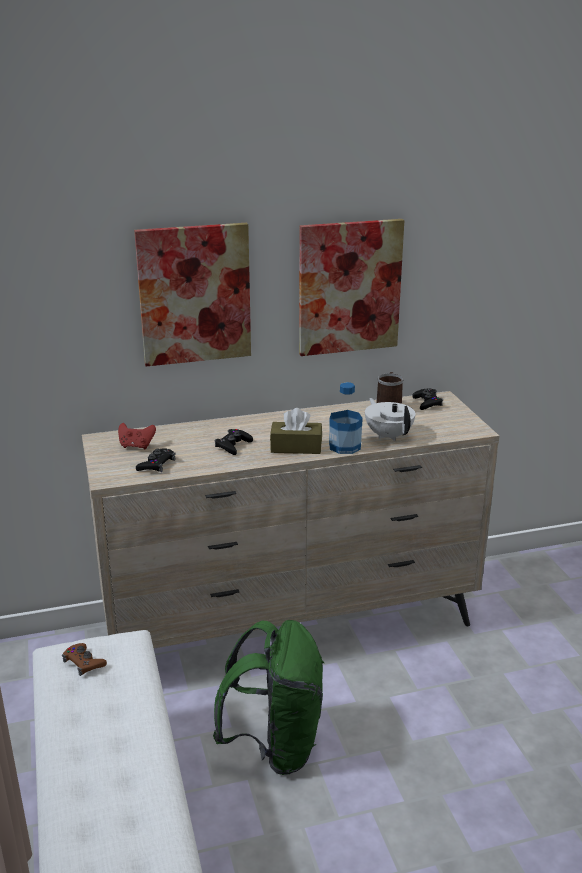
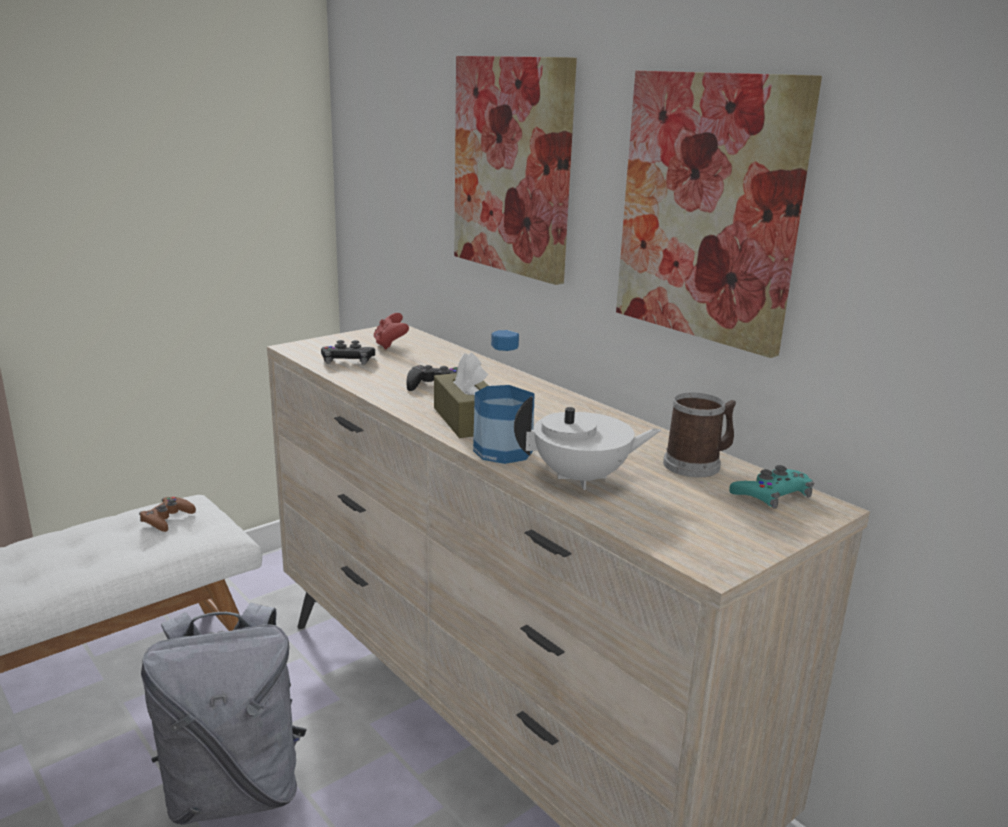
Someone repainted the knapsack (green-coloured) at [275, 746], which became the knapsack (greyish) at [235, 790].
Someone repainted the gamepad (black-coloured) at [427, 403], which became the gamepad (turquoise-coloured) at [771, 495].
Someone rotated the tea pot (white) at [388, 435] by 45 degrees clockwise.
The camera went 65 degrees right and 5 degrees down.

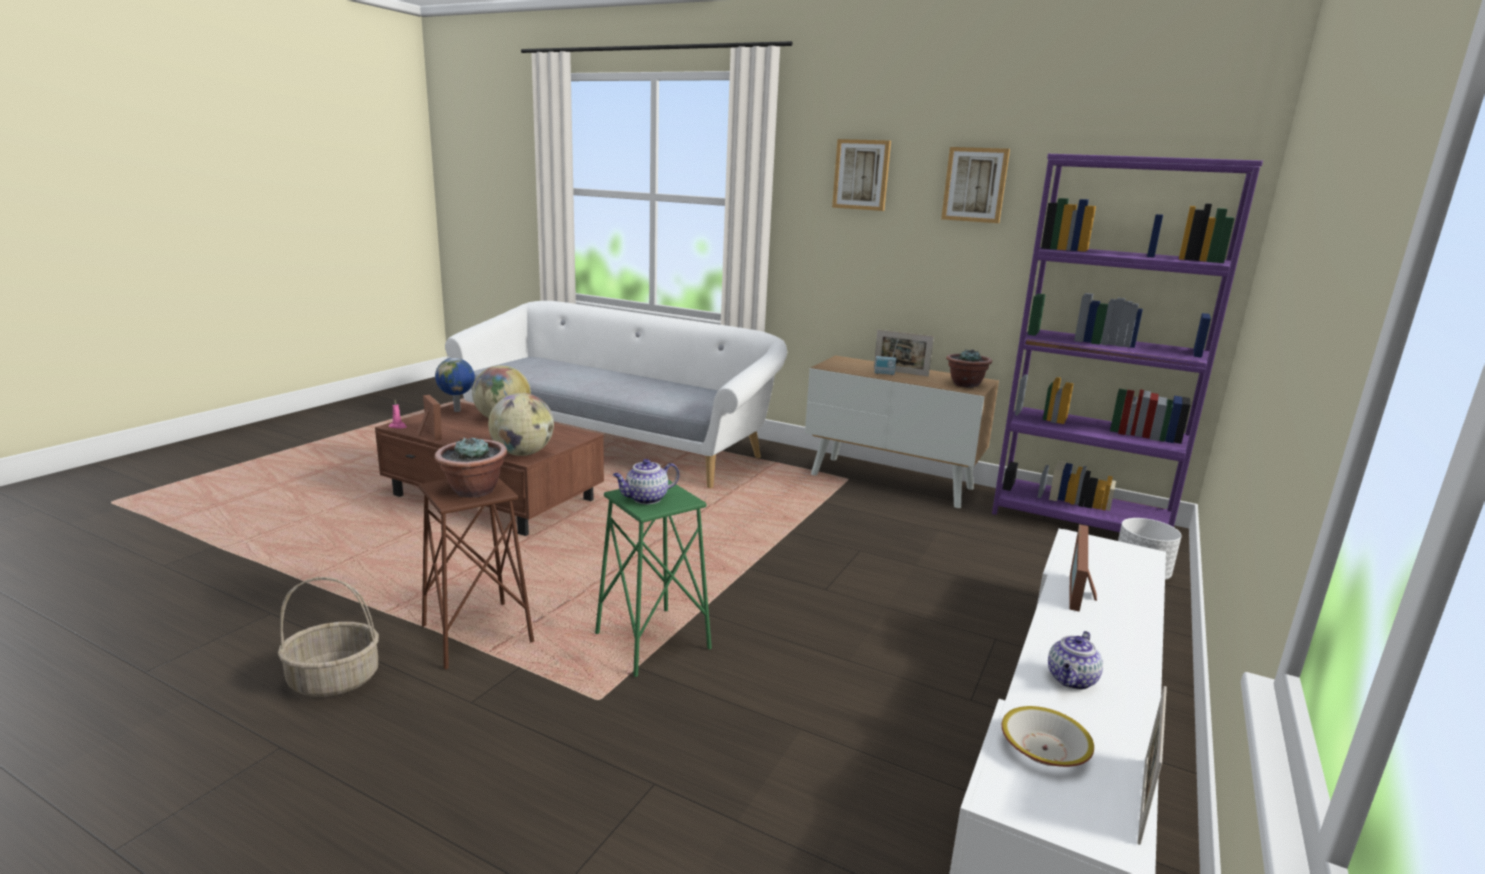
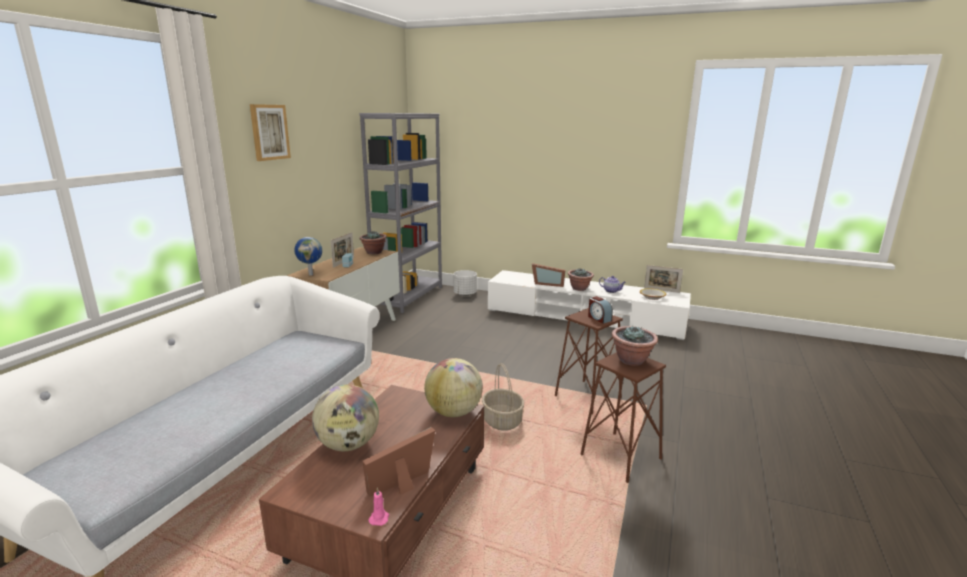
Someone took away the wall art at [975, 185].
Someone put down the potted plant at [579, 288].
Someone carried the household basket from [333, 681] to [502, 421].
Someone carried the desk globe from [458, 411] to [311, 274].
Someone swapped the tea pot at [645, 499] for the table clock at [599, 318].
Someone repainted the stool seat (green-coloured) at [652, 641], which became the stool seat (brown-coloured) at [588, 397].
Someone repainted the shelving unit (purplish) at [1079, 520], which became the shelving unit (greyish) at [409, 297].
The camera went 95 degrees left and 0 degrees up.

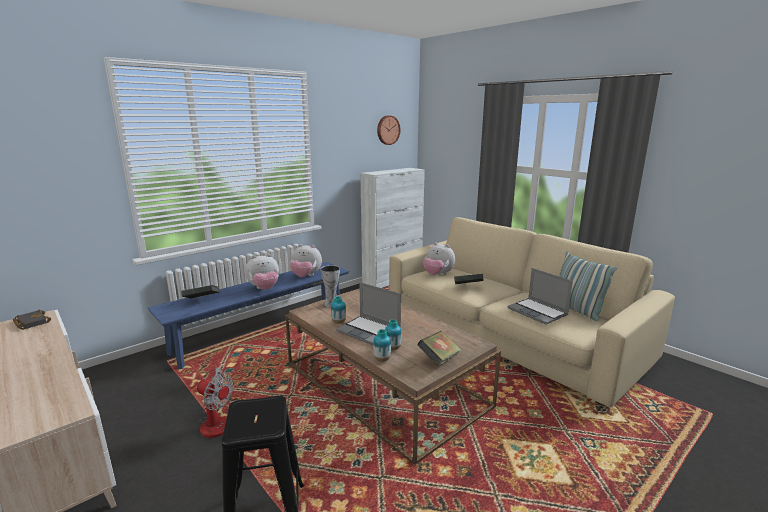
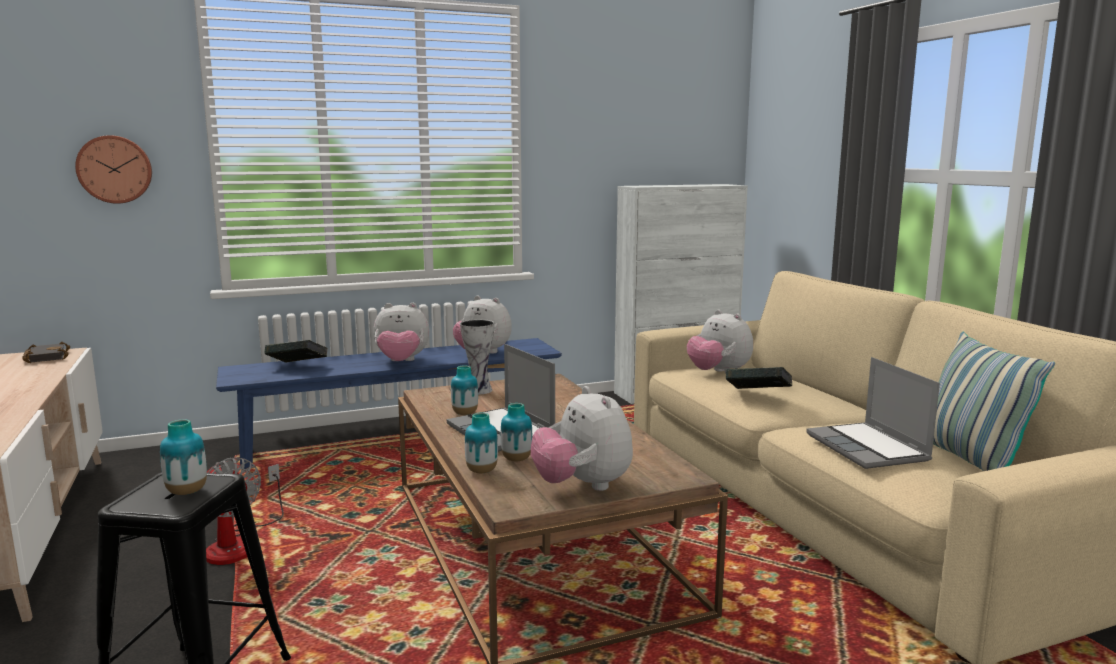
Someone put down the flower vase at [187, 492].
Someone carried the wall clock from [387, 130] to [115, 169].
Someone swapped the bound book at [439, 359] for the plush toy at [582, 486].
The camera went 20 degrees right and 5 degrees down.

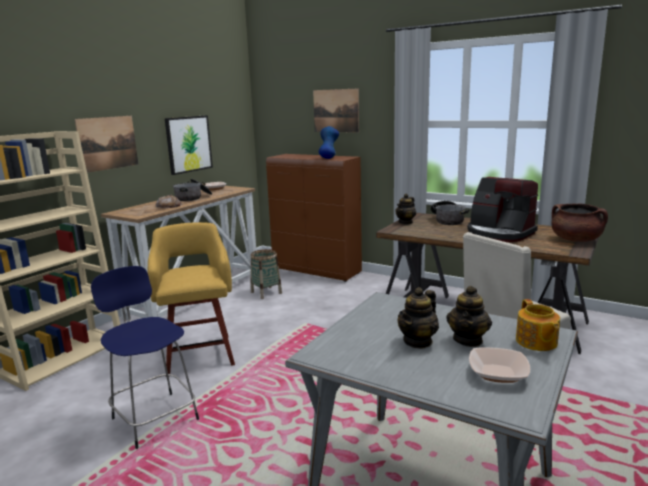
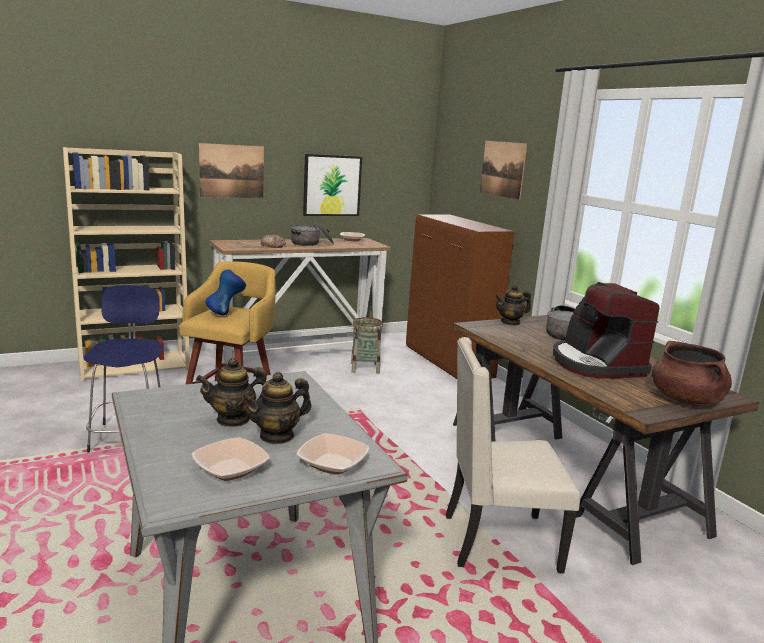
Someone carried the flower vase (bluish) from [328, 158] to [226, 314].
Someone swapped the tea pot at [536, 342] for the serving bowl at [332, 464].
The camera went 30 degrees right and 0 degrees up.

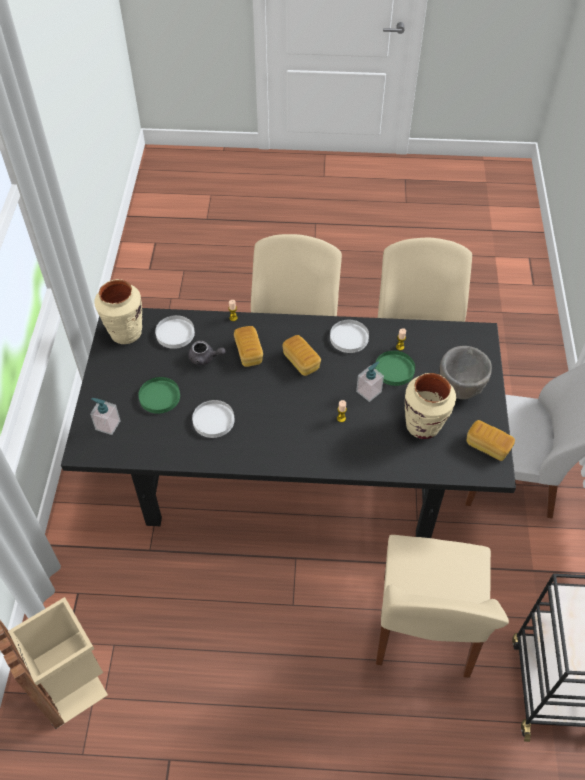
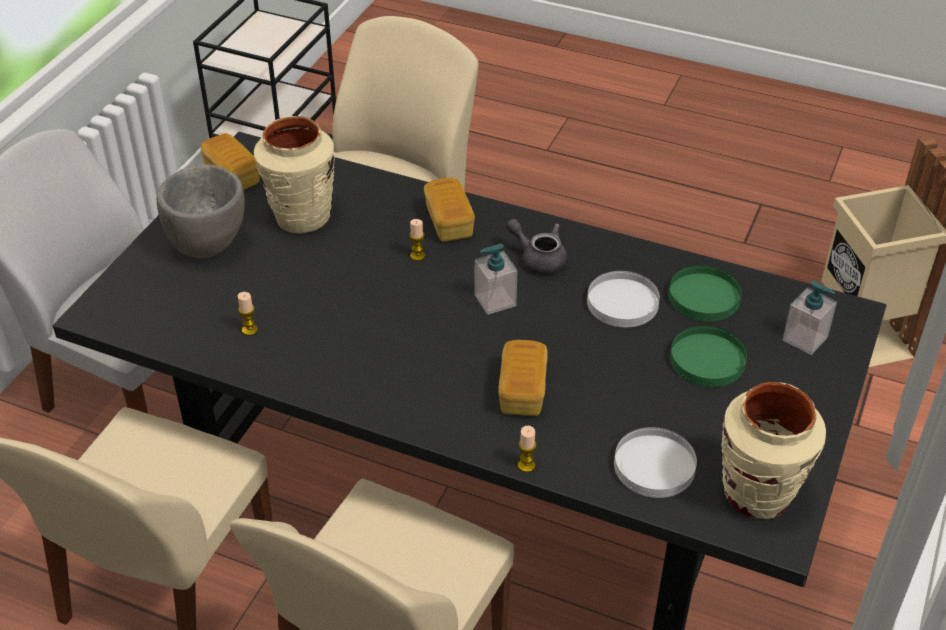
Someone took away the plate (white) at [349, 338].
Someone carried the tea pot (greyish) from [205, 358] to [539, 258].
Someone carried the bakery bread from [301, 361] to [449, 222].
Someone carried the liquid soap bottle from [369, 391] to [495, 300].
Someone carried the plate (green-coloured) from [394, 369] to [703, 297].
The camera went 160 degrees left and 10 degrees down.

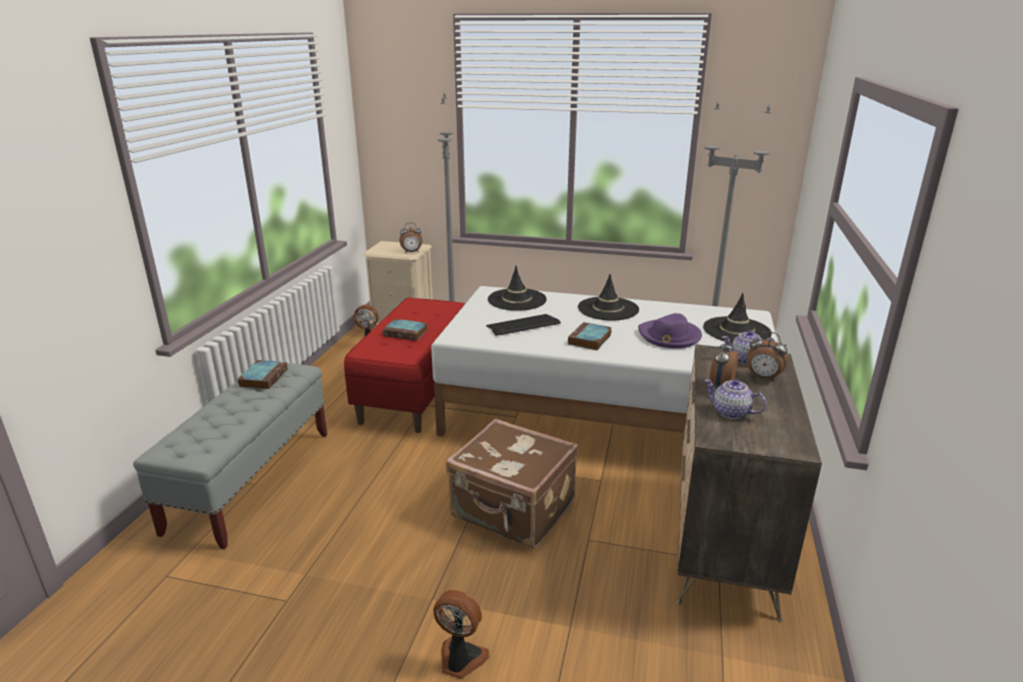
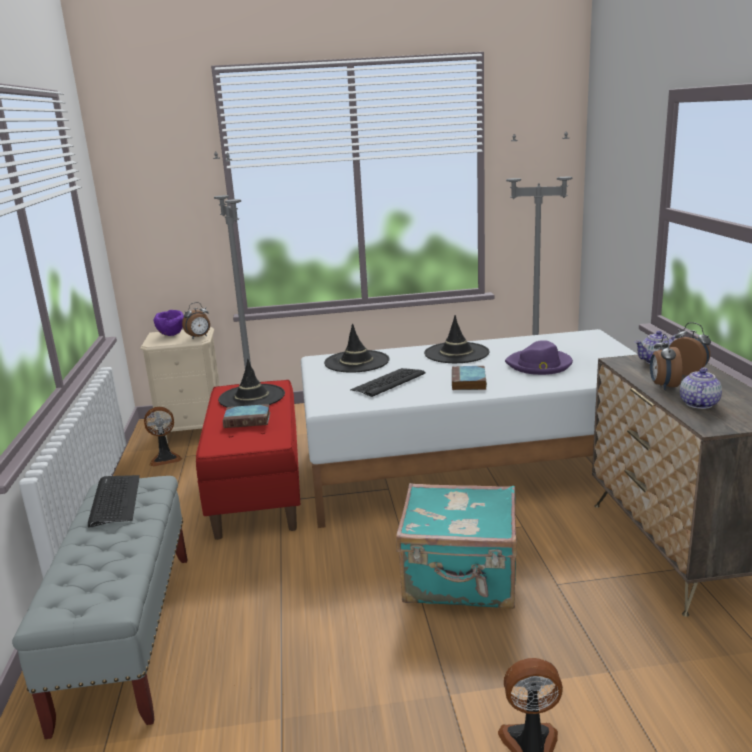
Someone put down the serving bowl (purplish) at [172, 335].
Someone carried the hat (black-coloured) from [736, 331] to [251, 397].
Someone swapped the bound book at [263, 377] for the keyboard at [114, 500].
Someone repainted the suitcase (brown-coloured) at [513, 511], which became the suitcase (turquoise-coloured) at [460, 579].
Someone rotated the tea pot at [731, 412] by 105 degrees clockwise.
Someone rotated the table clock at [762, 378] by 135 degrees counterclockwise.
The camera went 20 degrees left and 5 degrees down.

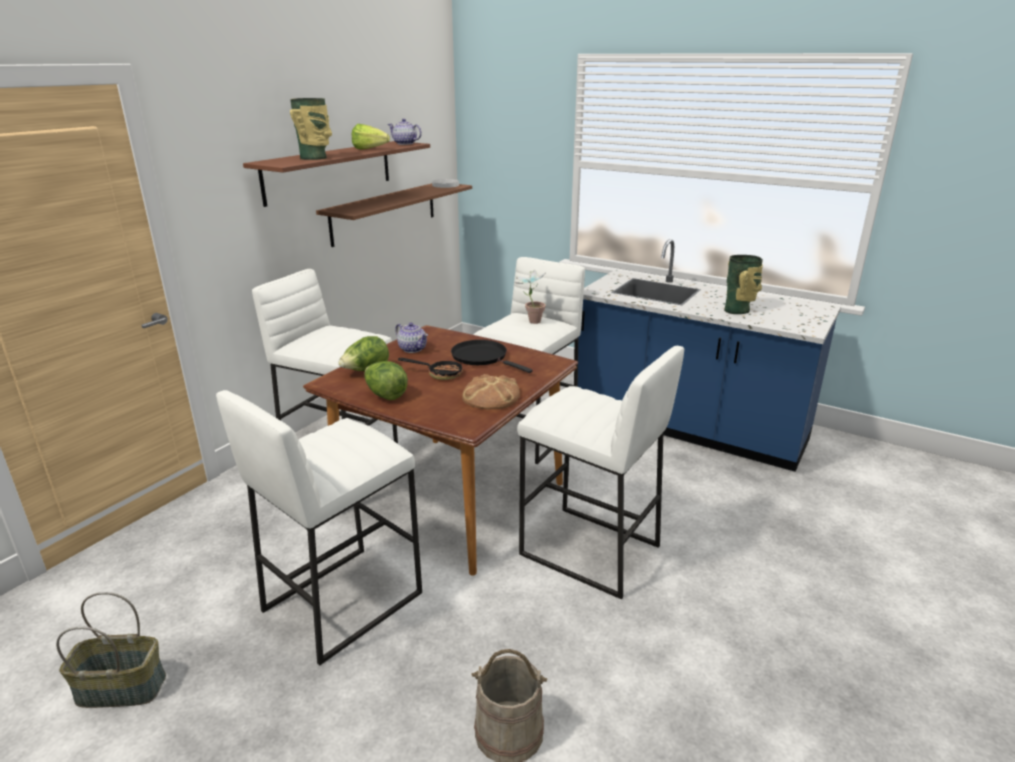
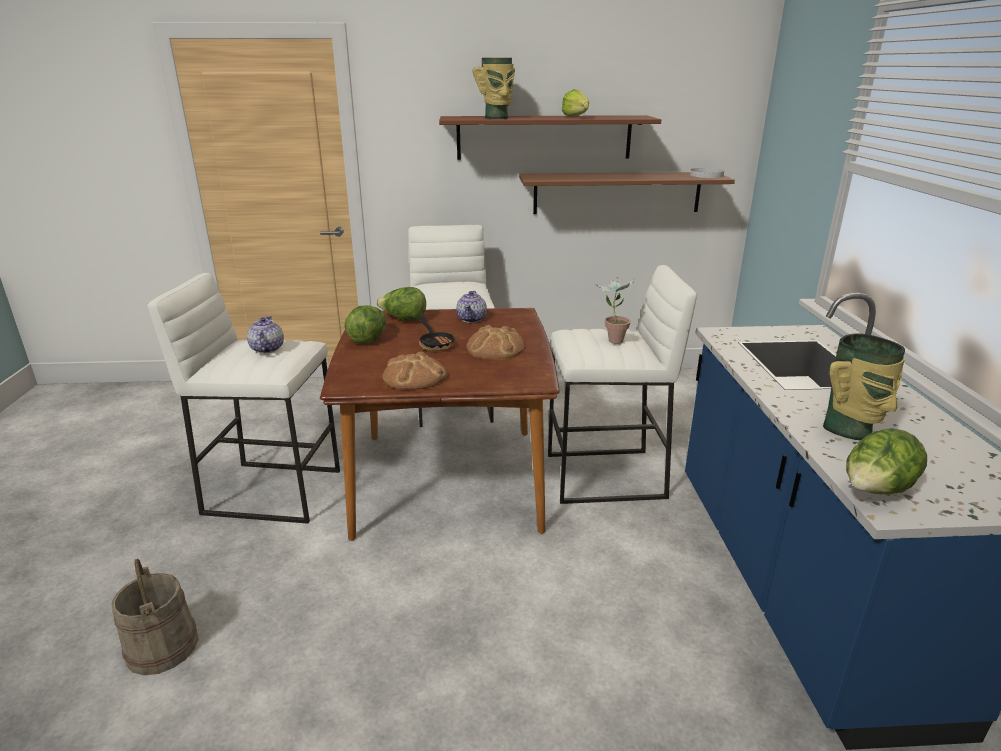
Someone took away the household basket at [122, 688].
Someone took away the stool seat (white) at [589, 551].
Someone put down the lettuce at [875, 491].
Someone carried the tea pot from [405, 143] to [266, 349].
Someone swapped the skillet (black-coloured) at [482, 357] for the bakery bread at [495, 348].
The camera went 55 degrees right and 0 degrees up.

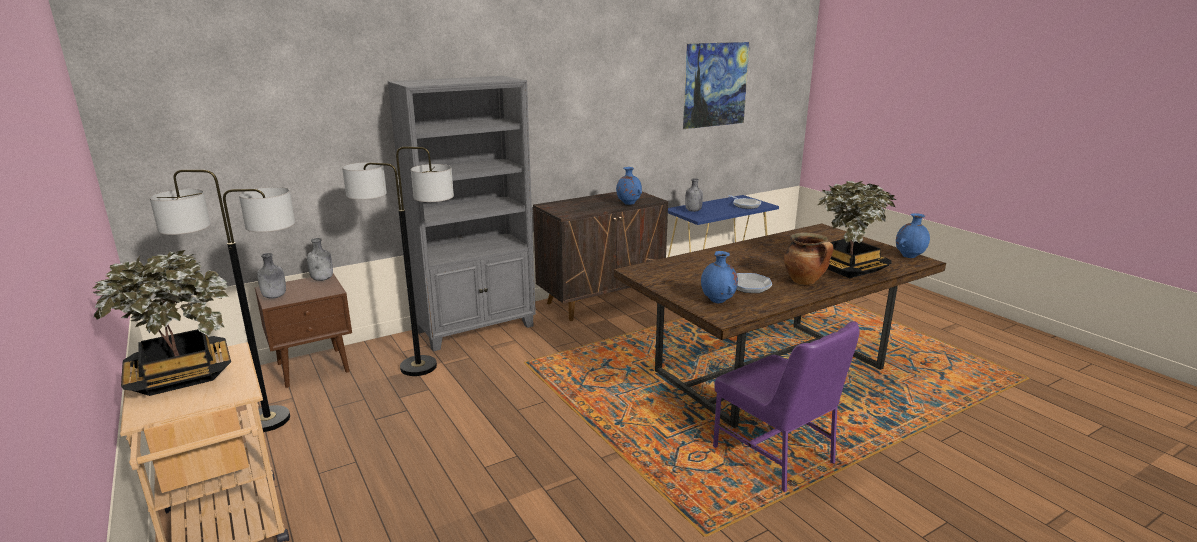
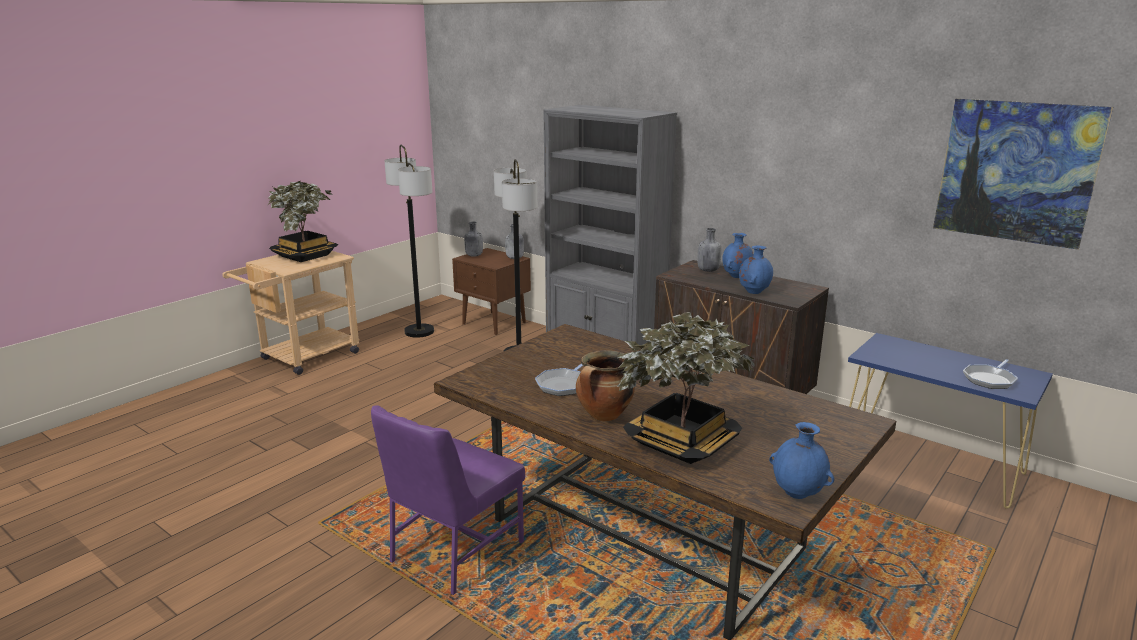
Someone carried the drink bottle (greyish) from [693, 211] to [708, 270].
Someone carried the flower vase (bluish) from [718, 301] to [736, 276].
The camera went 70 degrees right and 0 degrees up.

